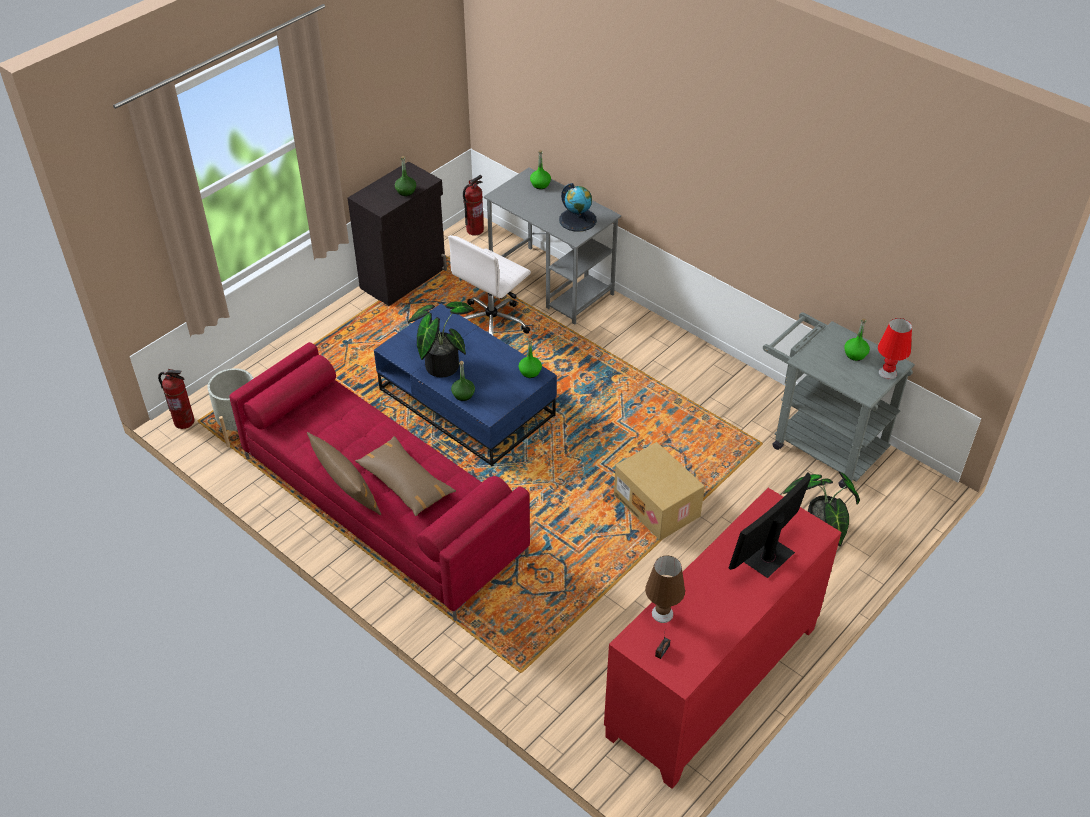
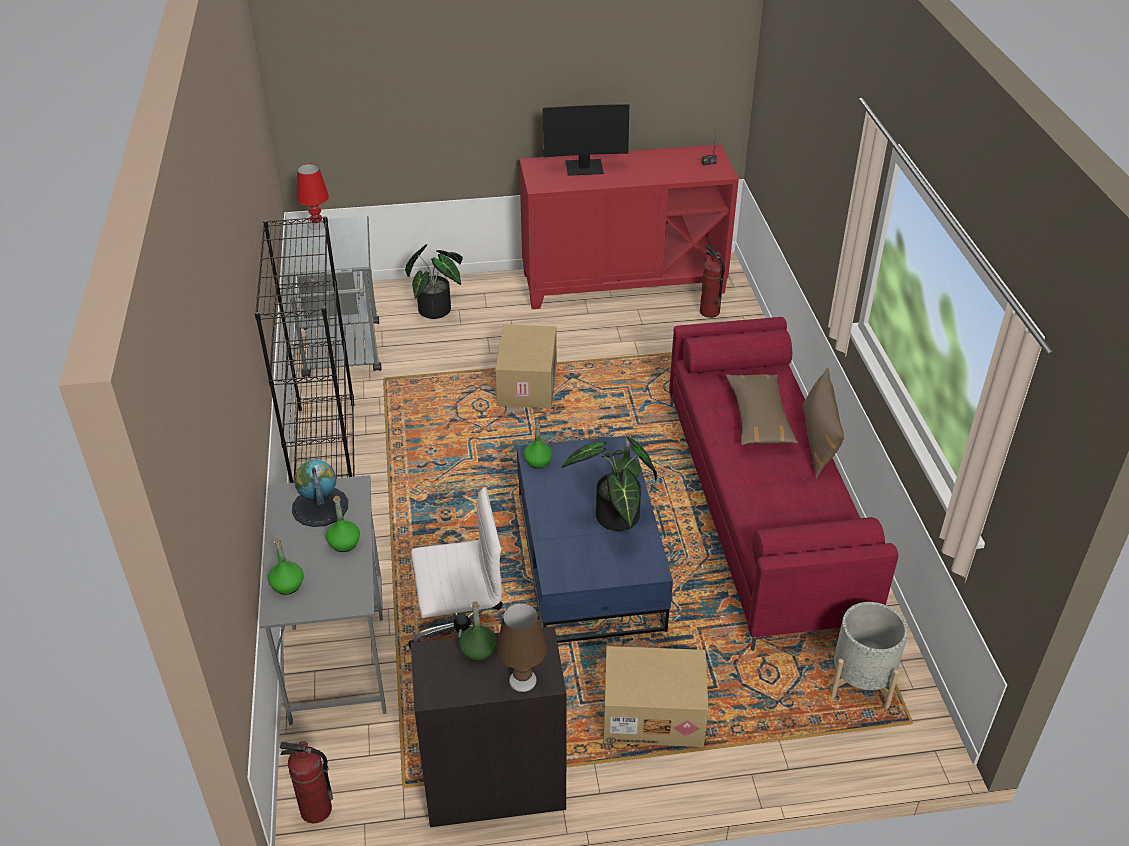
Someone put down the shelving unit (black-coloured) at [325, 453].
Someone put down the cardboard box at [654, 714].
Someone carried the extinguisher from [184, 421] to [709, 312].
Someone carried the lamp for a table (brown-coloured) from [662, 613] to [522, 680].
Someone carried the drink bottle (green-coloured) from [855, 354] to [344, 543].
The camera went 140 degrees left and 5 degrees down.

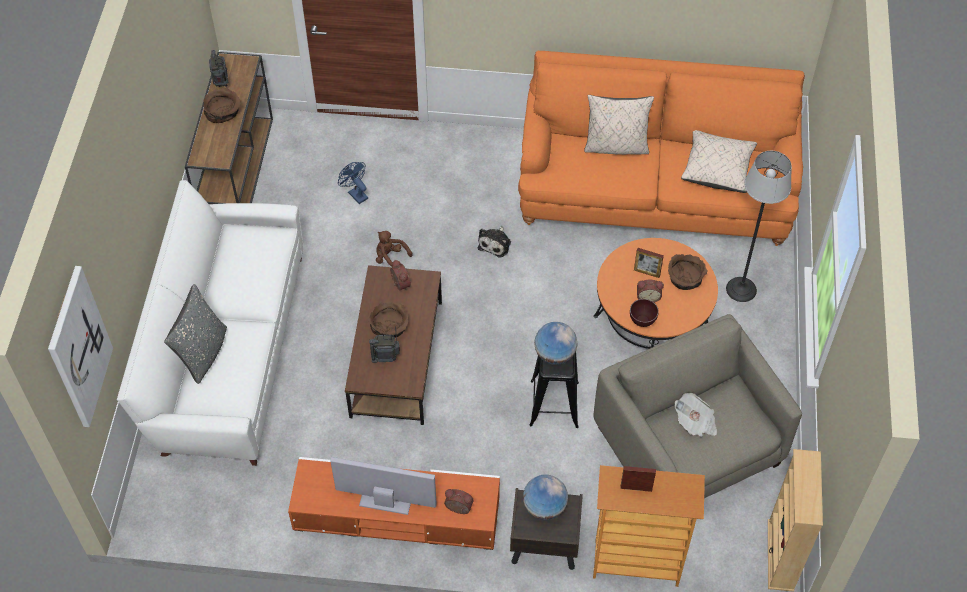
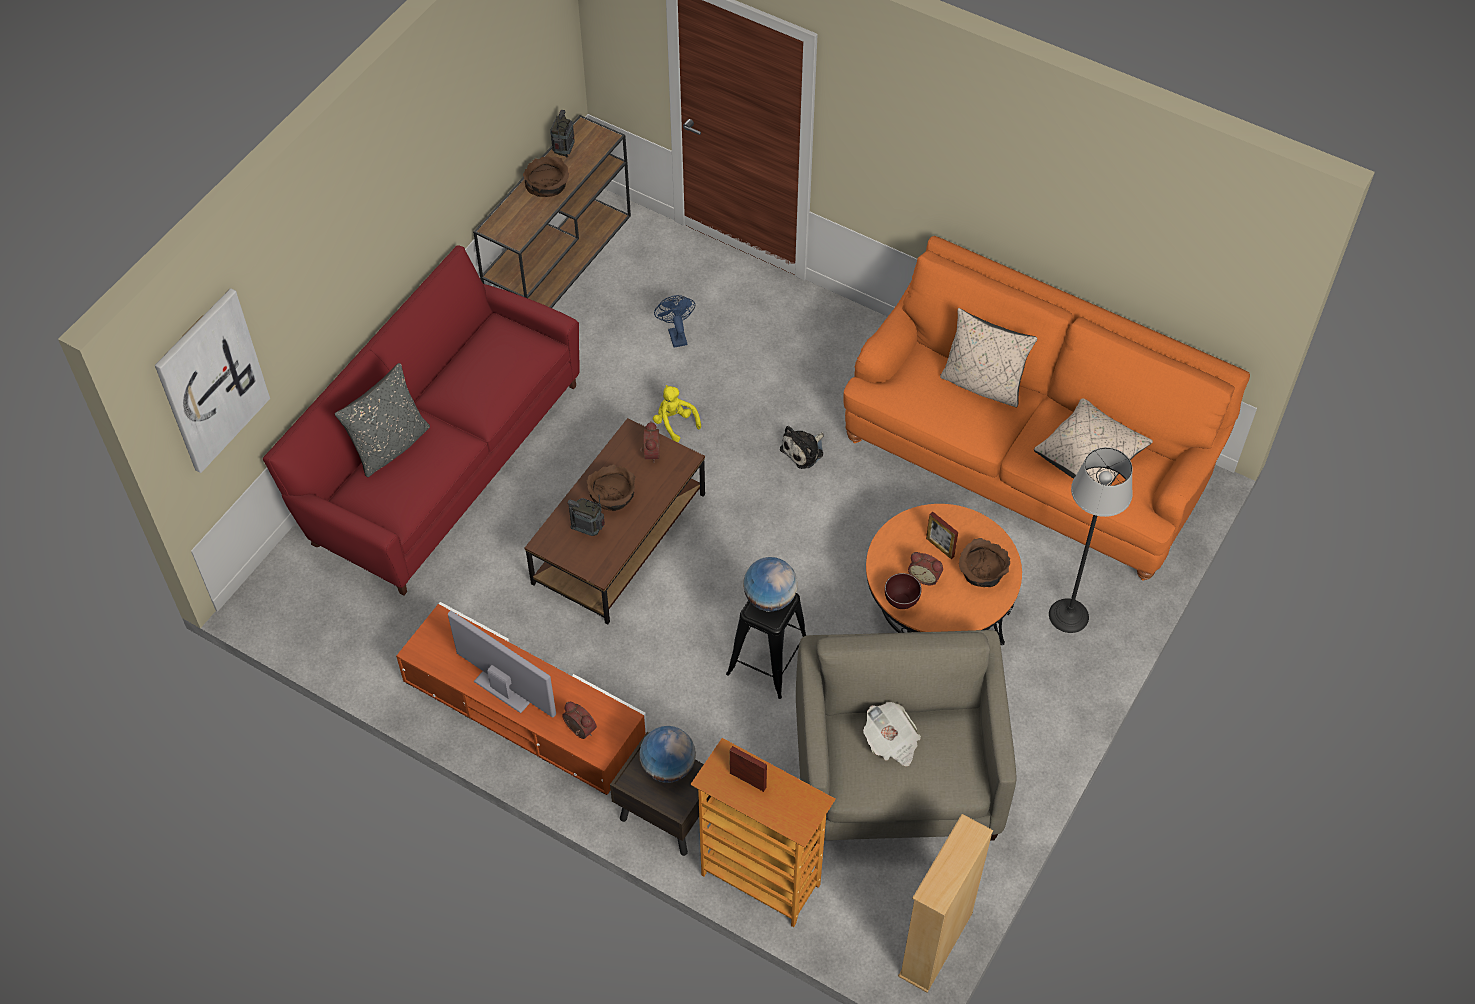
Someone repainted the settee (white) at [227, 352], which became the settee (red) at [440, 459].
Someone repainted the plush toy (brown-coloured) at [390, 258], which became the plush toy (yellow) at [675, 423].
The camera went 25 degrees right and 0 degrees up.

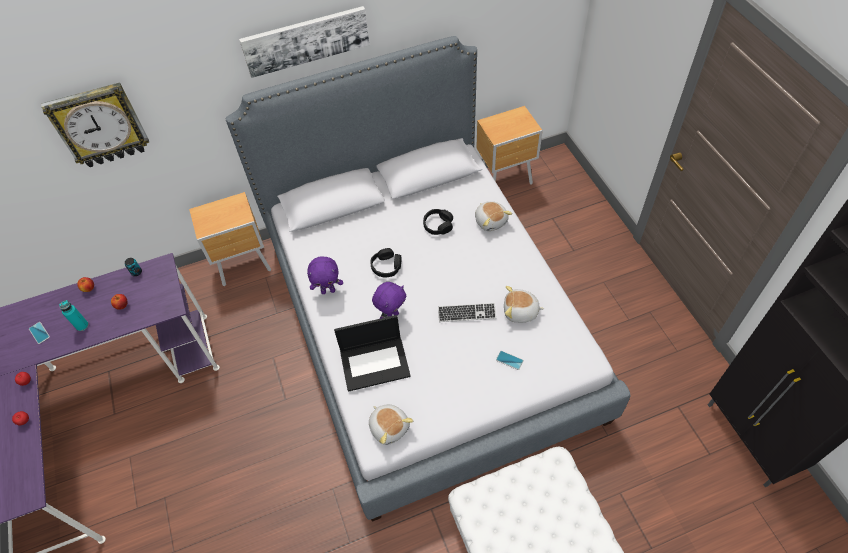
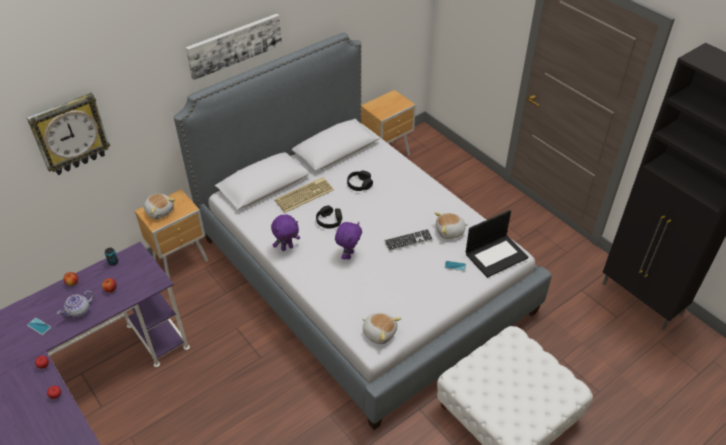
Someone put down the keyboard at [304, 195].
Someone carried the portable computer from [375, 363] to [496, 255].
Someone carried the plush toy from [491, 221] to [160, 211].
Someone swapped the drink bottle (turquoise-coloured) at [82, 326] for the tea pot at [79, 312].
The camera went 20 degrees left and 10 degrees down.

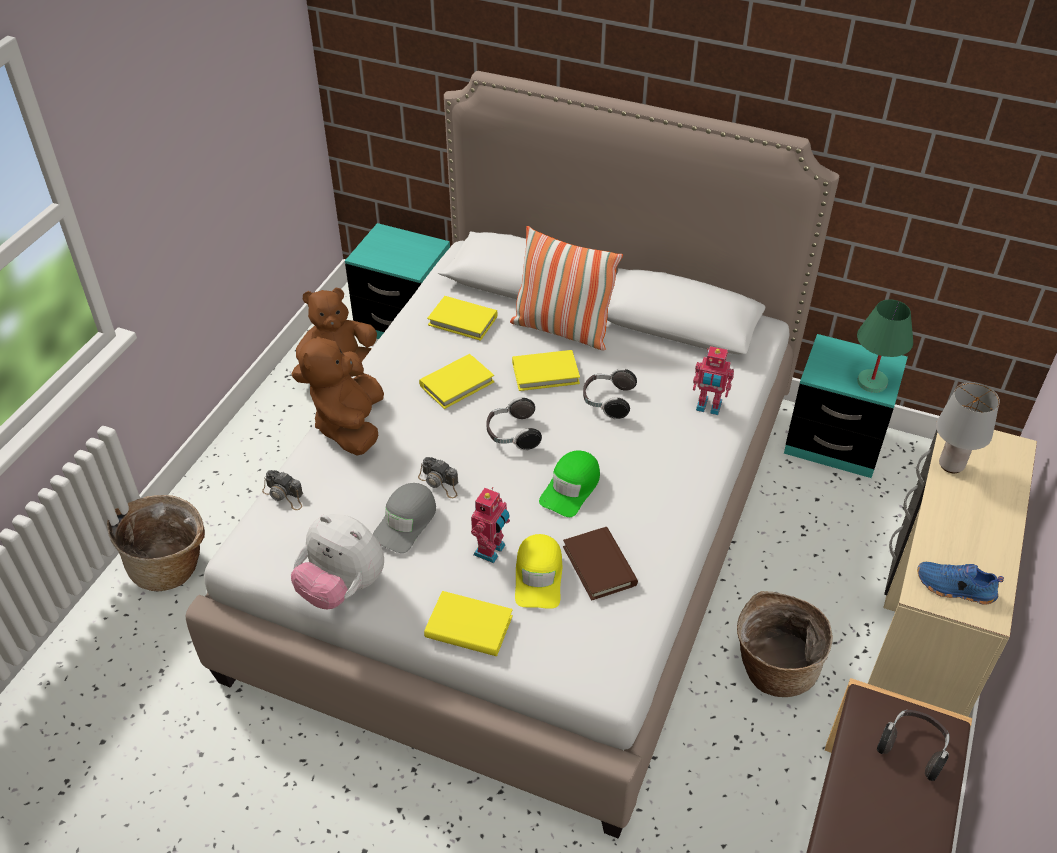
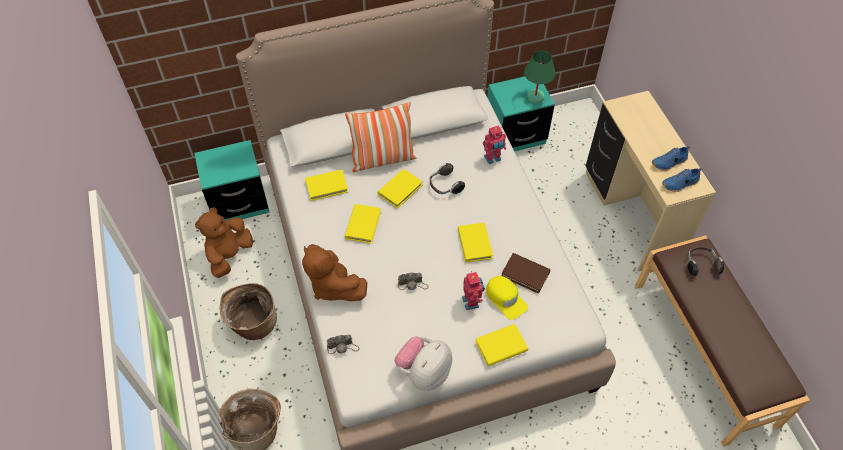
Someone took away the baseball cap (greyish) at [406, 522].
Someone took away the headphones at [512, 434].
Someone took away the lamp for a table (greyish) at [950, 465].
Someone put down the shoe (bluish) at [669, 163].
Someone carried the household basket from [773, 668] to [253, 324].
Someone swapped the baseball cap (green-coloured) at [571, 488] for the bound book (yellow) at [474, 244].
Someone rotated the plush toy at [342, 588] by 135 degrees clockwise.
The camera went 40 degrees left and 10 degrees up.

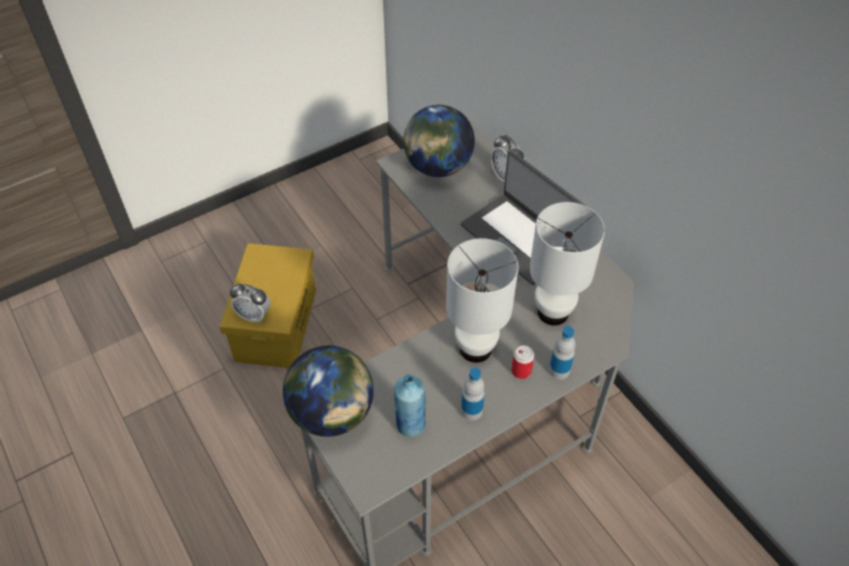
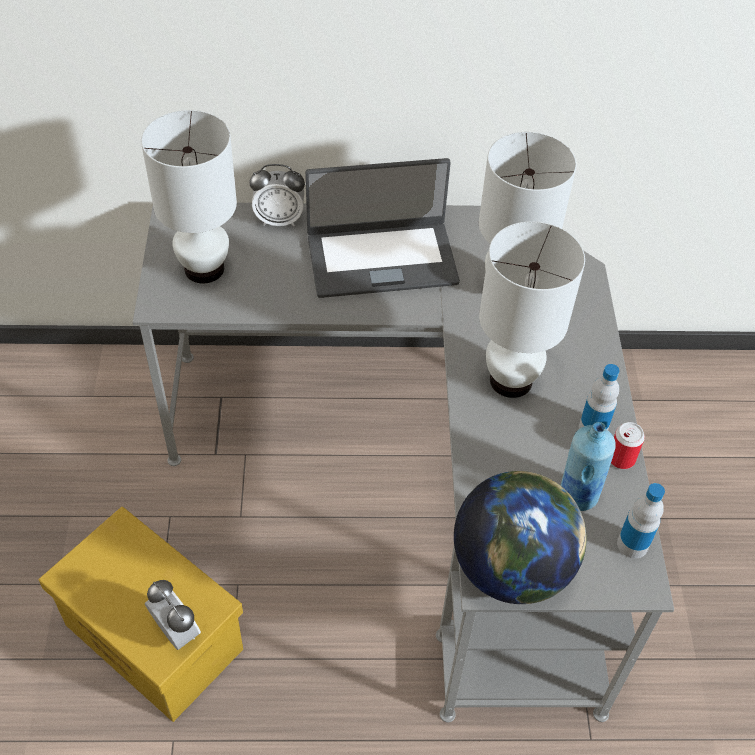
Someone carried the metal can from [521, 371] to [621, 458].
Someone carried the drink bottle from [559, 370] to [632, 544].
Someone swapped the desk globe at [438, 167] for the lamp for a table (white) at [204, 269].
Someone rotated the table clock at [254, 315] by 90 degrees counterclockwise.
The camera went 60 degrees left and 0 degrees up.

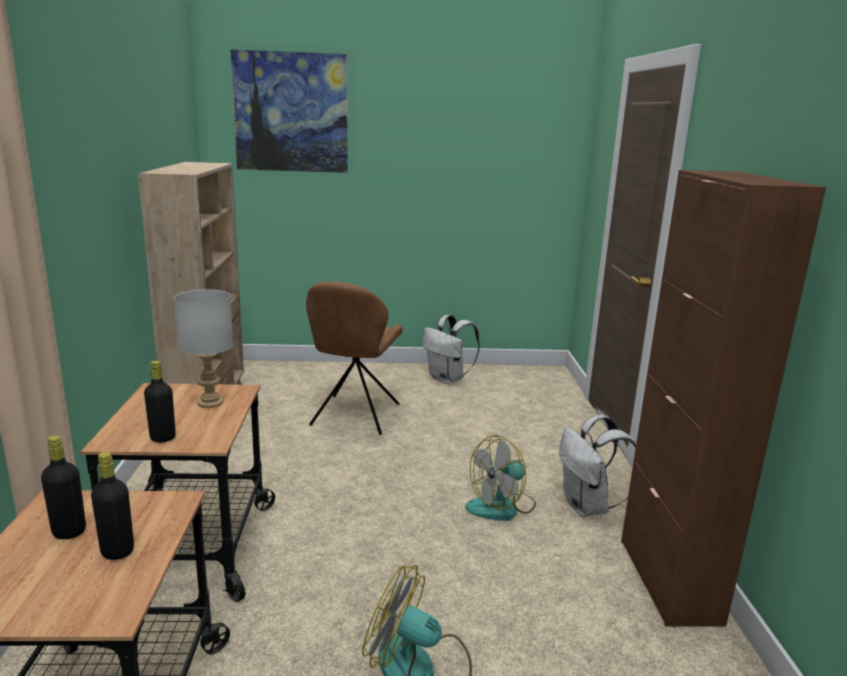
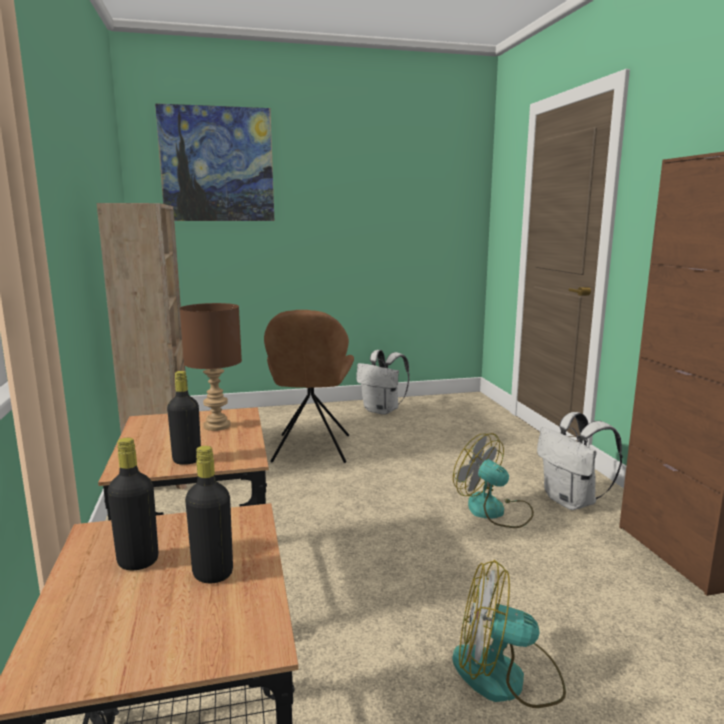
Someone repainted the lamp for a table (greyish) at [209, 403], which became the lamp for a table (brown-coloured) at [215, 426].
Someone rotated the electric fan at [501, 506] by 90 degrees clockwise.
The camera went 10 degrees left and 5 degrees down.

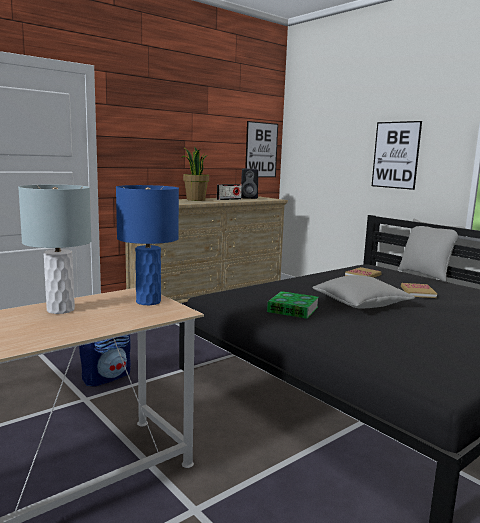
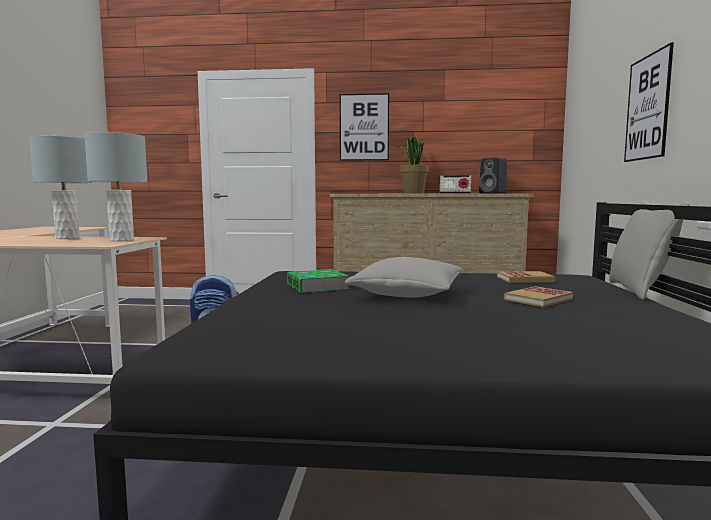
Someone carried the wall art from [261, 150] to [364, 127].
Someone repainted the lamp for a table (bluish) at [148, 301], which became the lamp for a table (greyish) at [121, 240].
The camera went 45 degrees right and 5 degrees down.

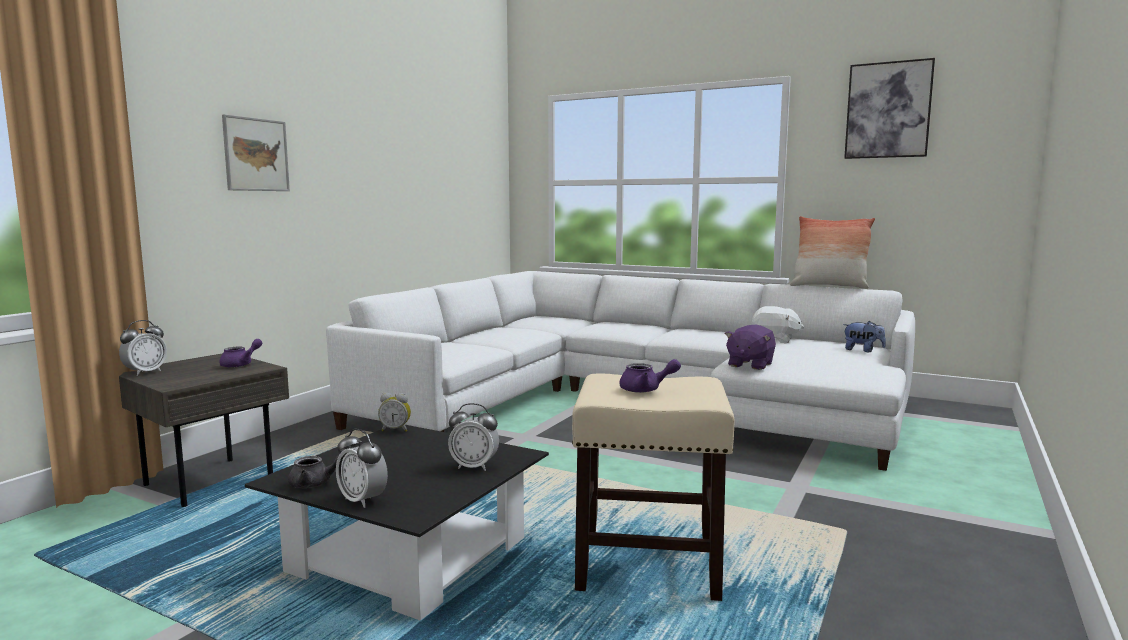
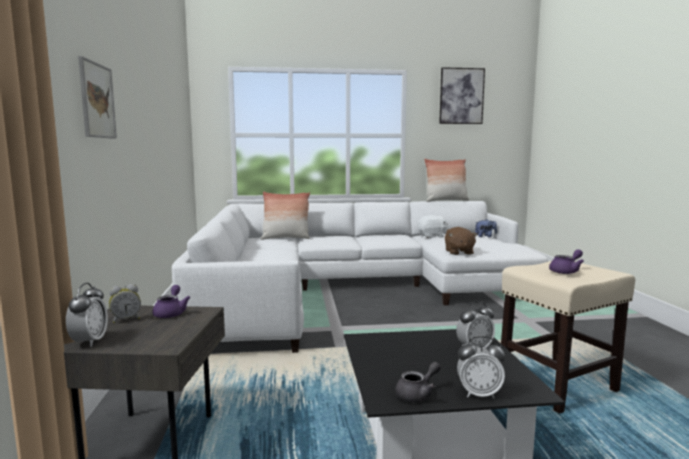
Someone put down the pillow at [285, 238].
Someone carried the table clock from [396, 430] to [126, 319].
Someone repainted the plush toy (purplish) at [749, 365], which became the plush toy (brown-coloured) at [458, 252].
The camera went 35 degrees left and 0 degrees up.

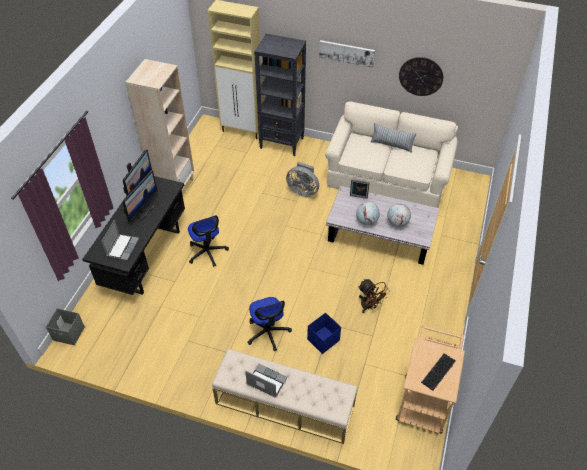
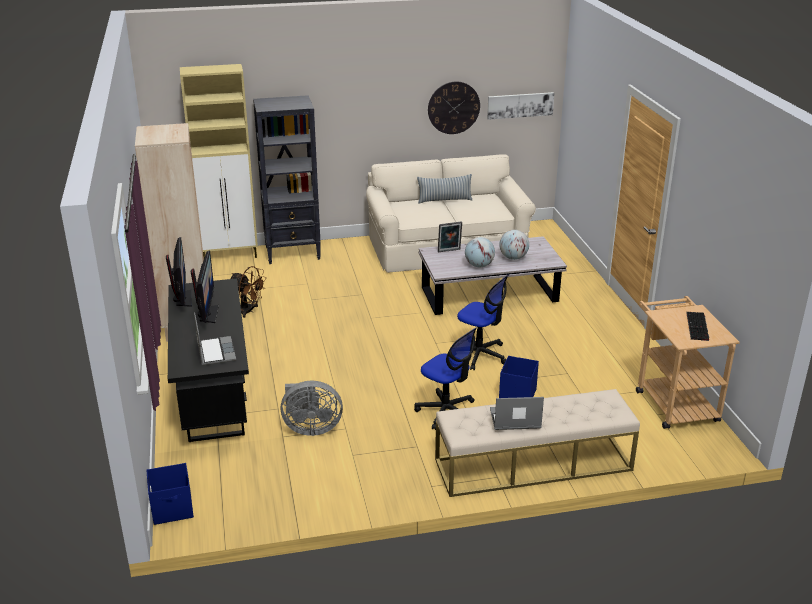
Someone carried the computer chair from [207, 252] to [480, 355].
Someone carried the electric fan (greyish) from [303, 190] to [311, 428].
Someone carried the wall art from [346, 53] to [520, 105].
Someone carried the electric fan (brown-coloured) from [369, 306] to [249, 311].
Someone repainted the storage box (greyish) at [69, 334], which became the storage box (bluish) at [173, 509].
The camera went 30 degrees left and 20 degrees down.

